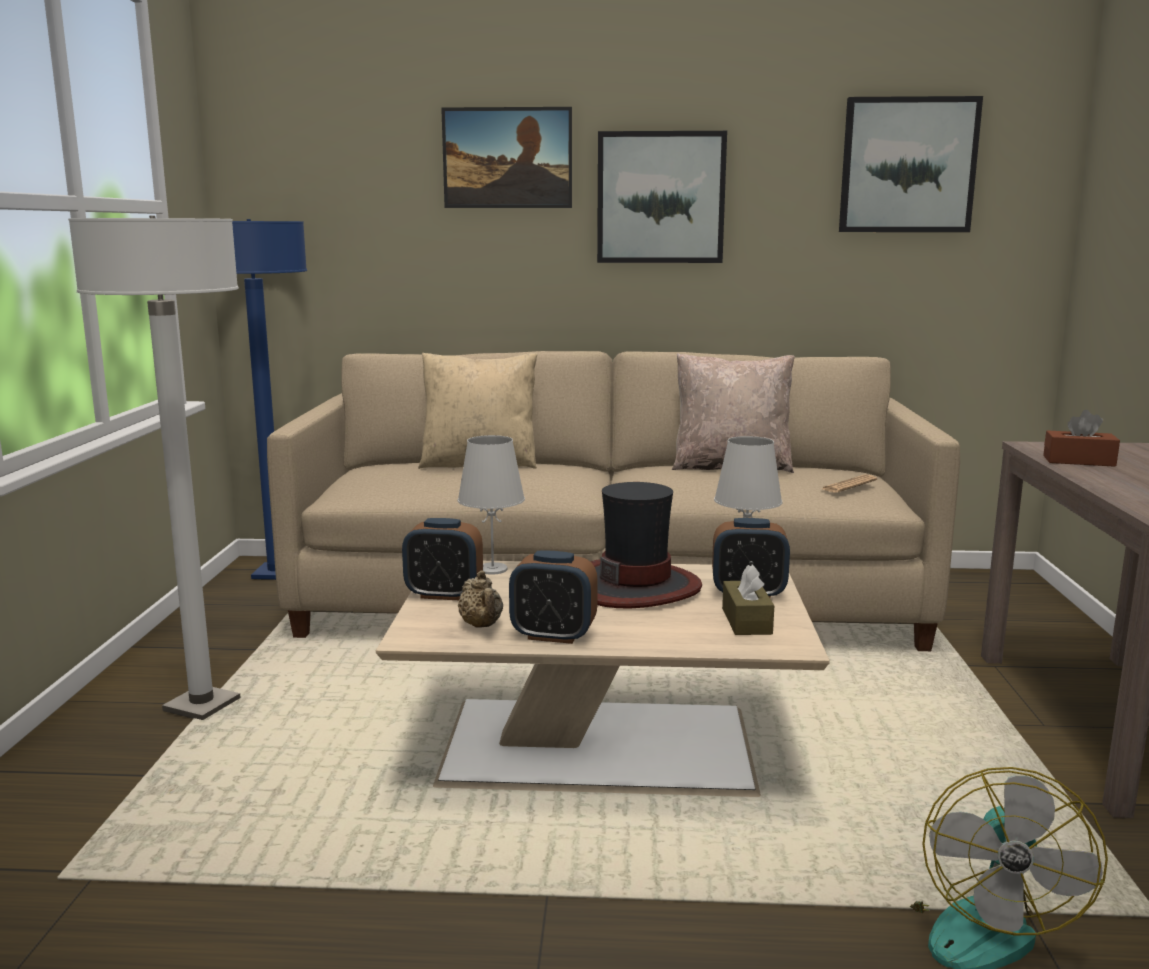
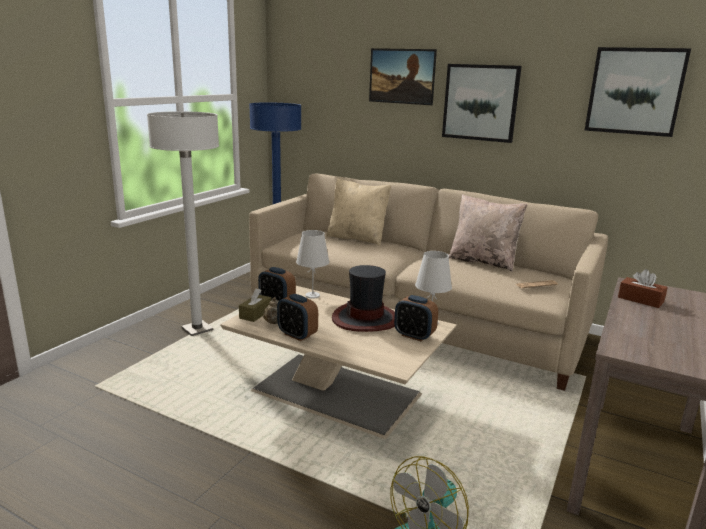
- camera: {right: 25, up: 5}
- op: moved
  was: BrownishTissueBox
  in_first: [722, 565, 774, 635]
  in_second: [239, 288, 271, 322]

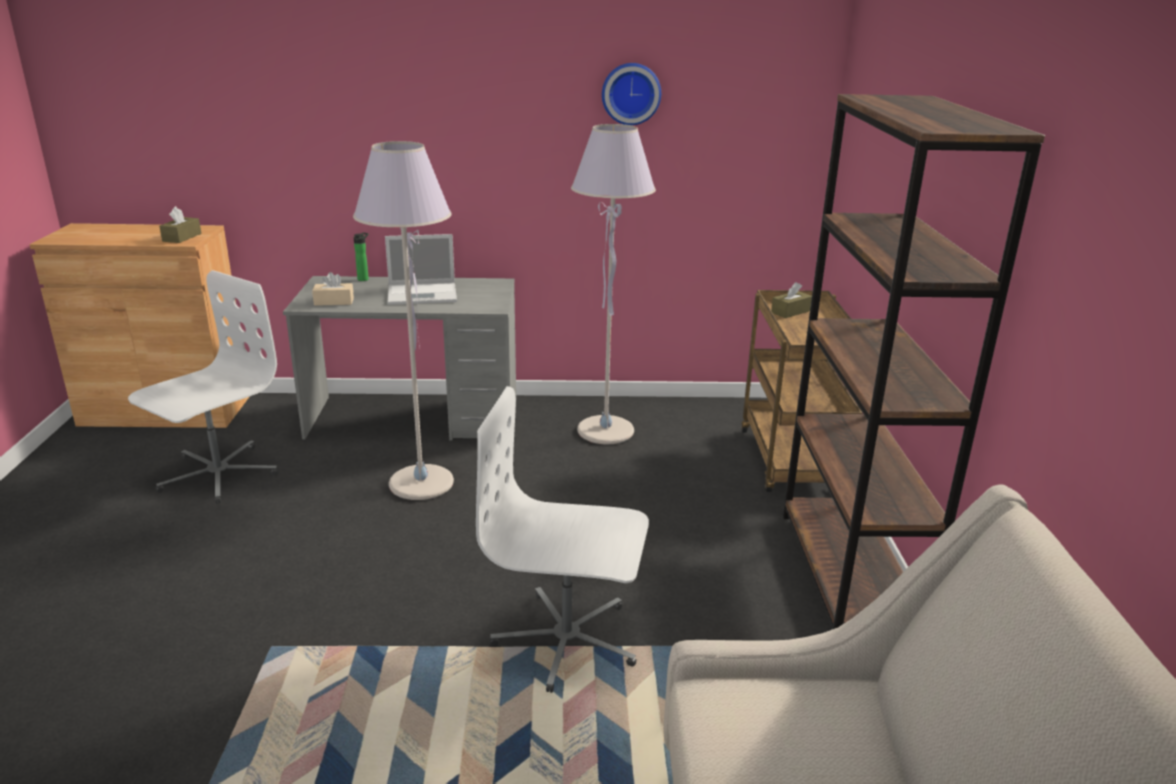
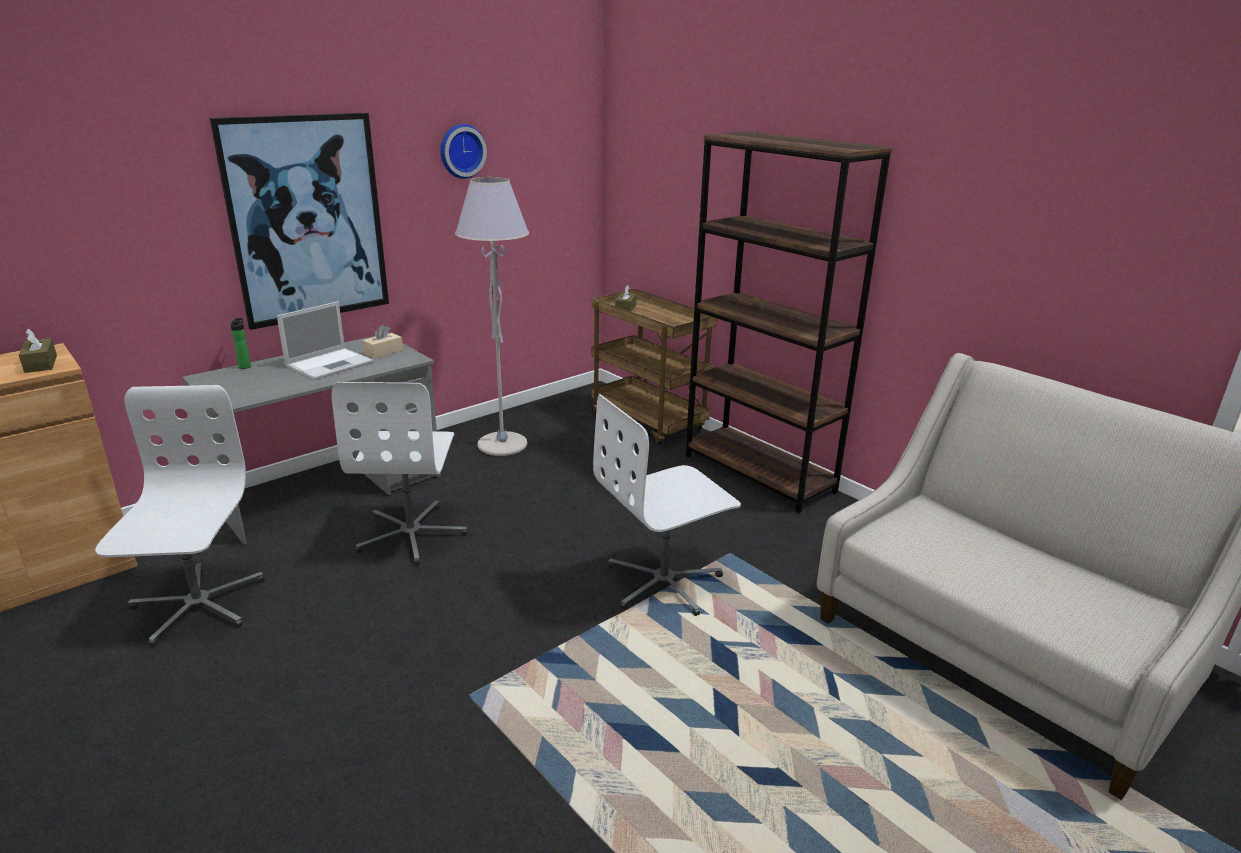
- camera: {right: -40, up: 0}
- op: replaced
  was: GrayFloorLamp
  now: WhiteDeskChair
  in_first: [353, 141, 454, 500]
  in_second: [331, 382, 468, 565]
- op: moved
  was: BeigeColouredTissueBox
  in_first: [312, 272, 354, 306]
  in_second: [362, 325, 403, 358]
- op: added
  now: WallPicture
  in_second: [210, 113, 389, 330]

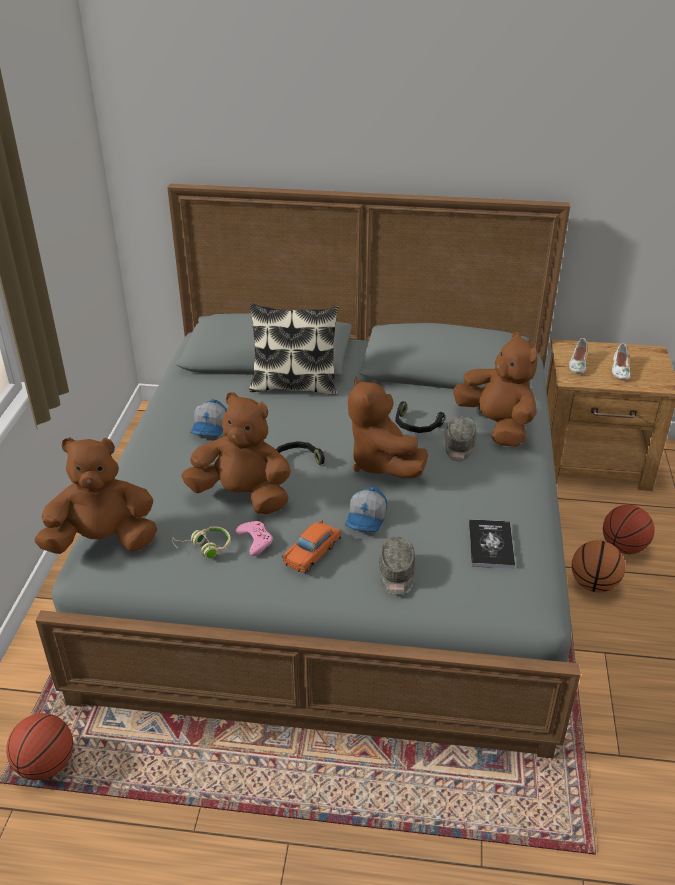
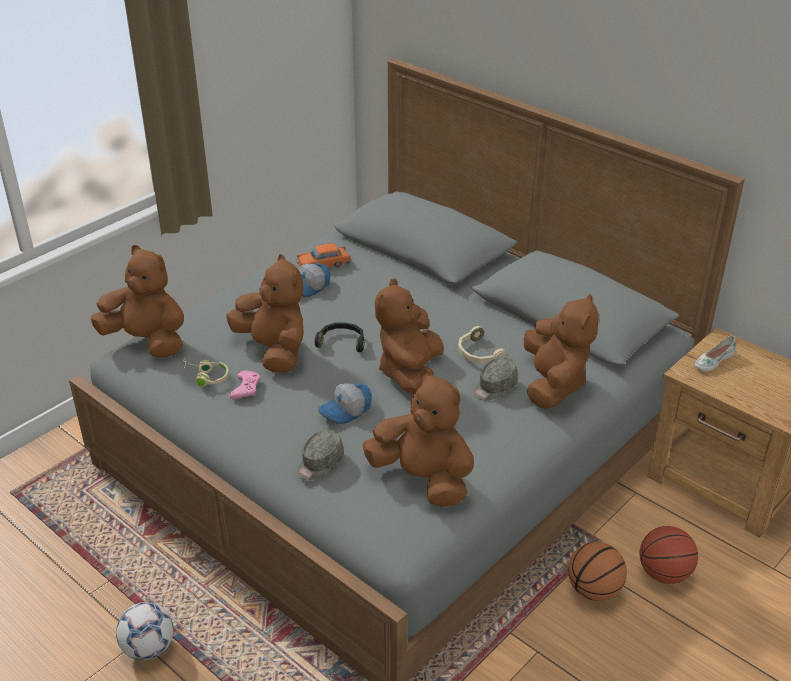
- camera: {right: 35, up: 0}
- op: removed
  was: ThrowPillow
  in_first: [249, 303, 339, 395]
- op: removed
  was: WhiteLowShoe
  in_first: [612, 344, 630, 380]
- op: recoloured
  was: BlackHeadphones
  now: BeigeColouredHeadphones
  in_first: [395, 401, 445, 433]
  in_second: [458, 326, 507, 363]
- op: replaced
  was: Volume
  now: BrownishPlushToy
  in_first: [469, 519, 515, 569]
  in_second: [362, 370, 474, 507]
- op: moved
  was: OrangeColouredMiniatureCar
  in_first: [282, 520, 341, 573]
  in_second: [297, 243, 350, 267]
- op: removed
  was: BasketballBall
  in_first: [6, 713, 73, 780]
- op: added
  now: BallForFootball
  in_second: [116, 602, 174, 660]

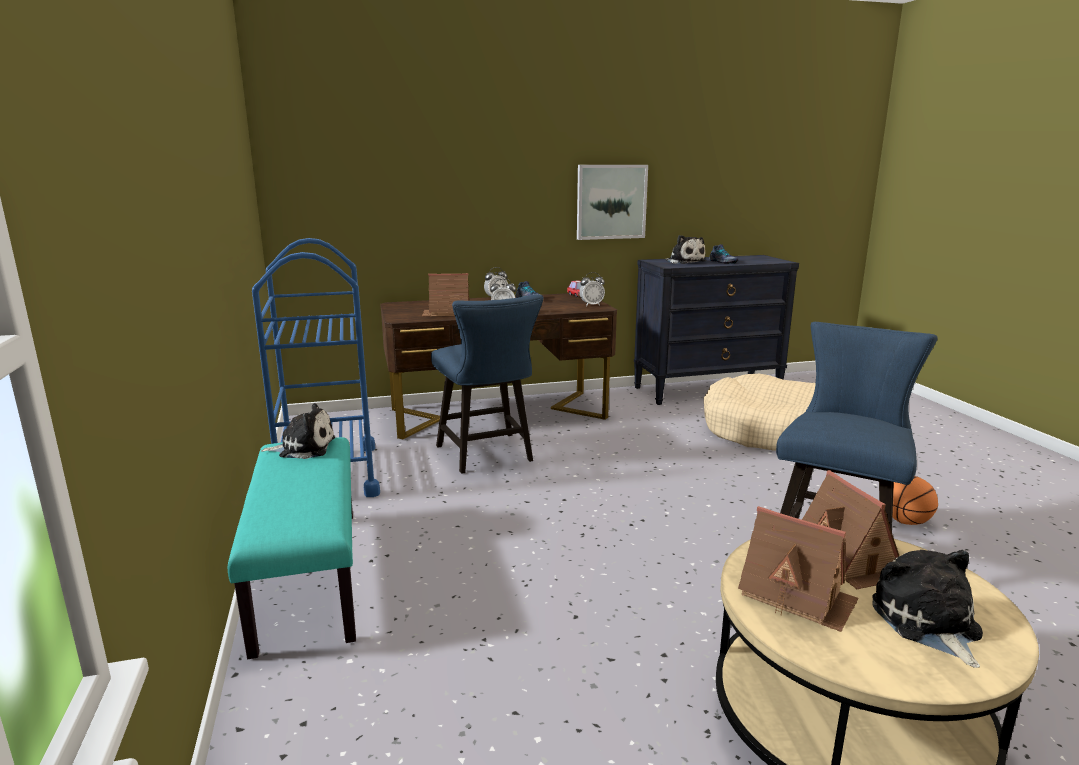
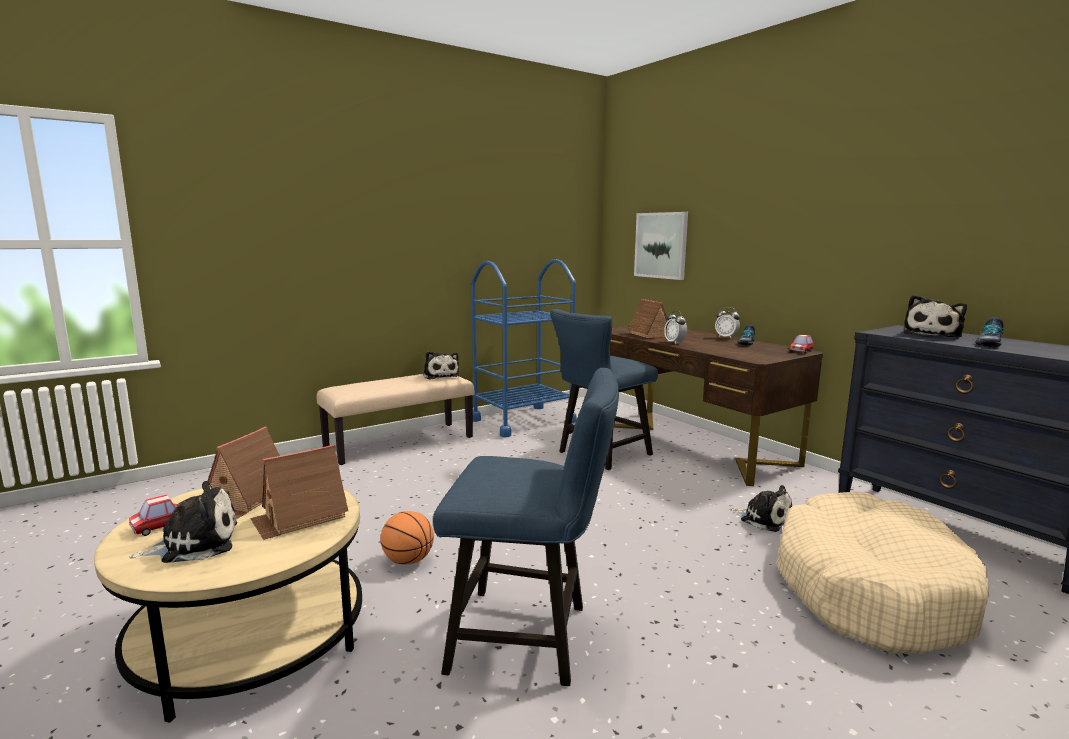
- camera: {right: 70, up: -5}
- op: moved
  was: WallPicture
  in_first: [577, 165, 648, 240]
  in_second: [634, 212, 688, 280]
- op: removed
  was: TableClock
  in_first: [579, 272, 605, 306]
- op: recoloured
  was: BlueGreenBench
  now: BeigeColouredBench
  in_first: [228, 437, 356, 659]
  in_second: [317, 374, 474, 465]
- op: moved
  was: BasketballBall
  in_first: [893, 476, 938, 525]
  in_second: [381, 511, 434, 565]
- op: added
  now: PlushToy
  in_second: [730, 485, 792, 532]
- op: added
  now: MiniatureCar
  in_second: [129, 494, 178, 536]

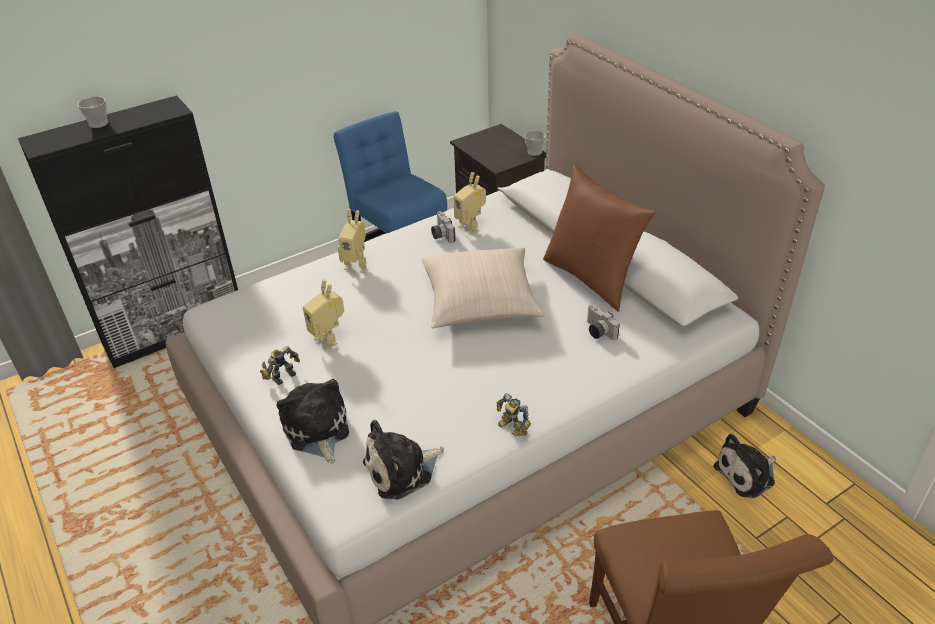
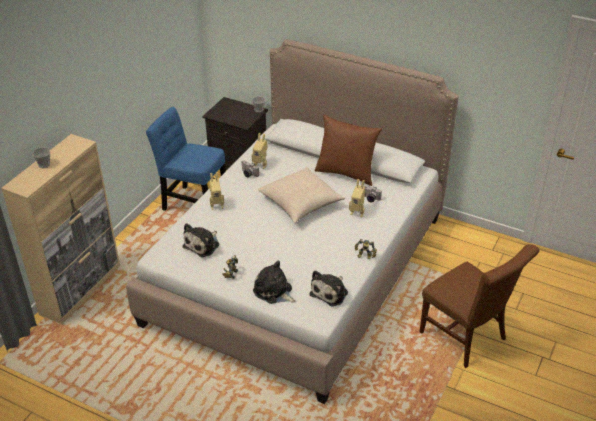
- camera: {right: -30, up: 0}
- op: recoloured
  was: BlackCupboard
  now: BeigeColouredCupboard
  in_first: [18, 95, 238, 368]
  in_second: [1, 134, 120, 324]
- op: moved
  was: ModelRobot
  in_first: [303, 279, 344, 350]
  in_second: [349, 179, 365, 217]
- op: moved
  was: PlushToy
  in_first: [713, 434, 776, 498]
  in_second: [183, 223, 219, 257]

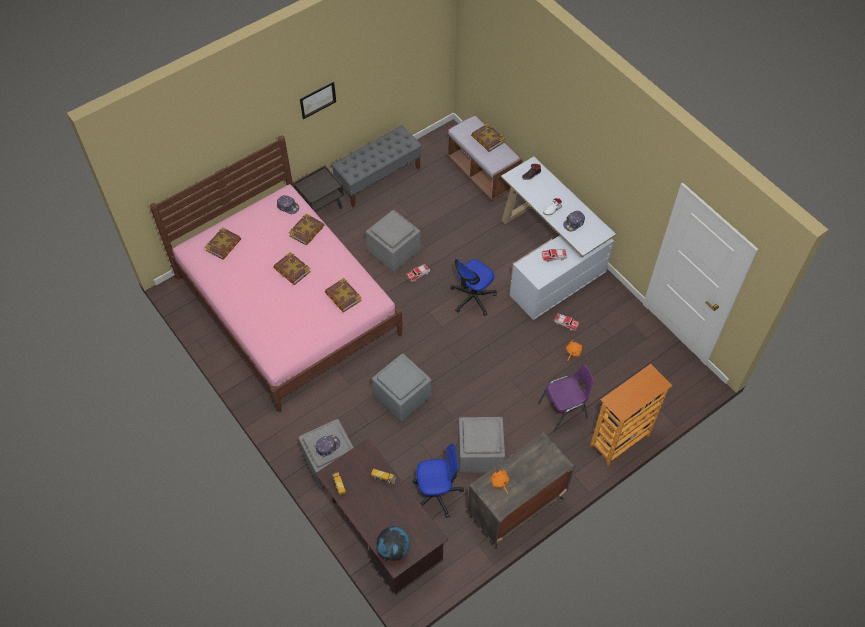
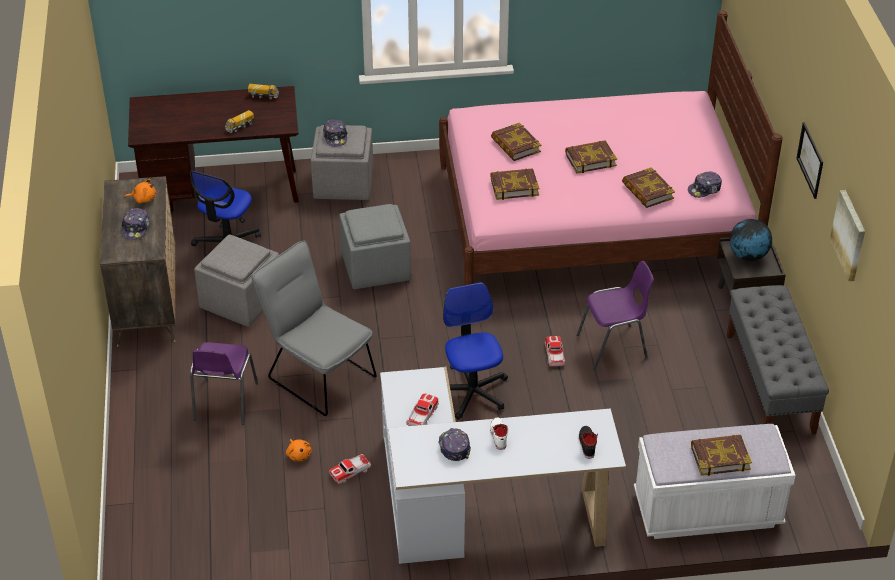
- camera: {right: 120, up: -15}
- op: recoloured
  was: BrownishBench
  now: WhiteBench
  in_first: [447, 114, 523, 201]
  in_second: [634, 424, 796, 539]
- op: replaced
  was: GrayOttoman
  now: PurpleColouredChair
  in_first: [366, 210, 421, 272]
  in_second: [576, 261, 654, 370]
- op: moved
  was: Volume
  in_first: [205, 227, 241, 259]
  in_second: [491, 122, 541, 161]
- op: removed
  was: ShelvingUnit
  in_first: [590, 364, 673, 466]
- op: moved
  was: DeskGlobe
  in_first: [377, 526, 410, 561]
  in_second: [730, 219, 772, 261]
- op: added
  now: WallPicture
  in_second: [830, 190, 865, 281]
- op: added
  now: PeakedCap
  in_second: [121, 208, 150, 240]
- op: added
  now: GrayChair
  in_second: [251, 241, 377, 416]

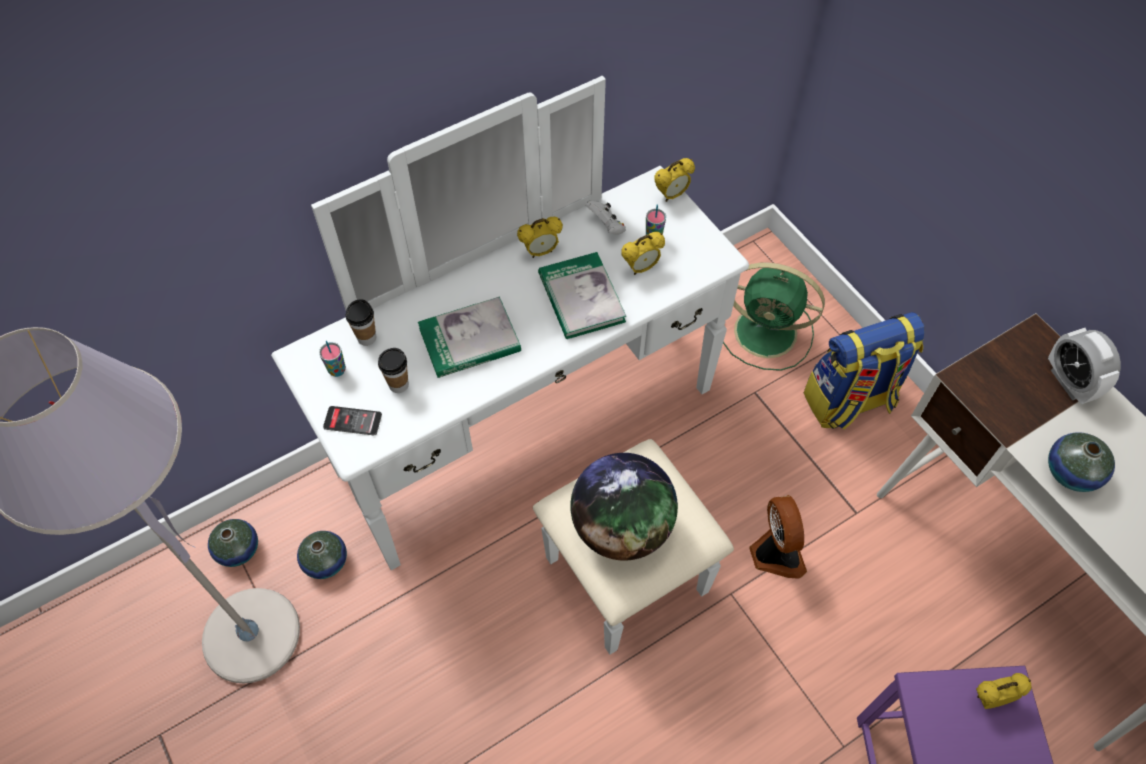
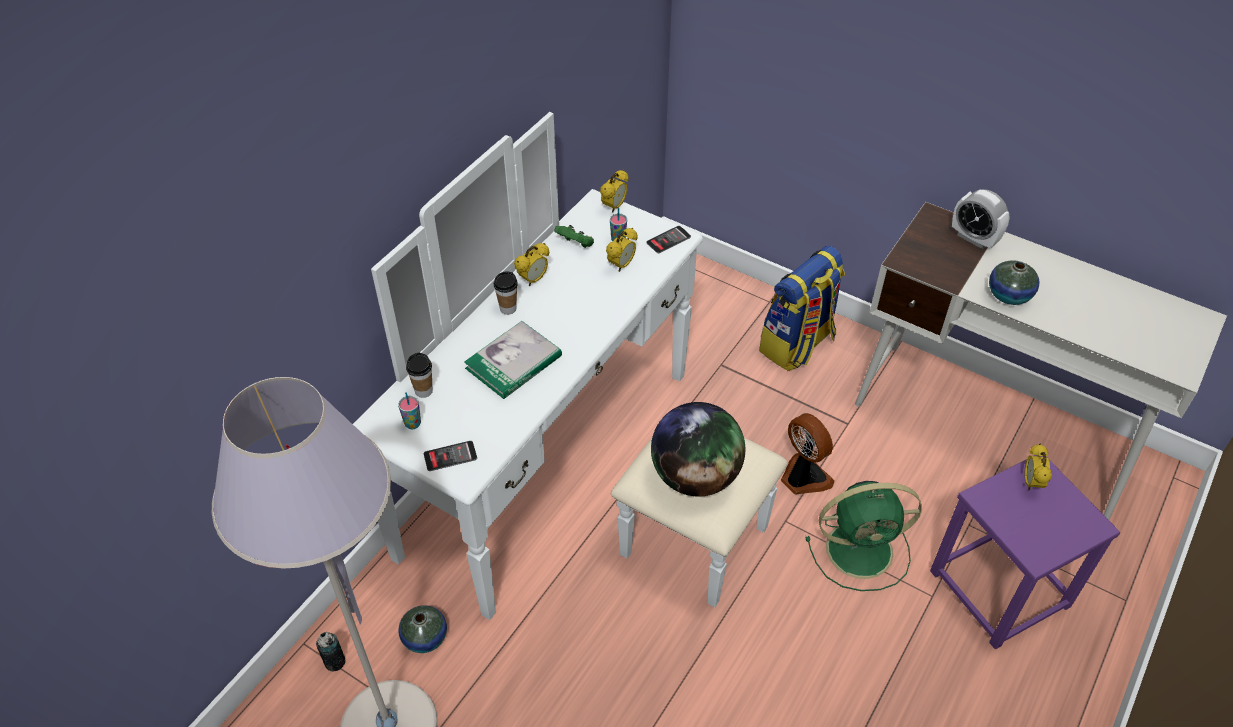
- camera: {right: -25, up: -10}
- op: recoloured
  was: WhiteGameController
  now: GreenColouredGameController
  in_first: [586, 200, 626, 235]
  in_second: [554, 225, 594, 248]
- op: removed
  was: Volume
  in_first: [538, 252, 626, 339]
- op: moved
  was: GreenColouredCoolingFan
  in_first: [723, 263, 825, 371]
  in_second: [806, 481, 922, 591]
- op: moved
  was: SmallCup
  in_first: [378, 348, 409, 393]
  in_second: [494, 271, 518, 315]
- op: replaced
  was: Vase
  now: Can
  in_first: [208, 519, 258, 567]
  in_second: [316, 632, 346, 672]
- op: turned
  was: TableClock
  in_first: [976, 673, 1032, 709]
  in_second: [1024, 444, 1052, 490]
  clockwise: -45
- op: added
  now: Phone
  in_second: [646, 226, 691, 253]

